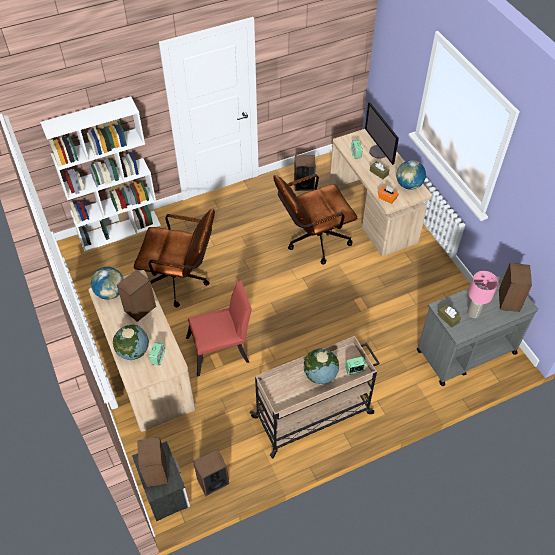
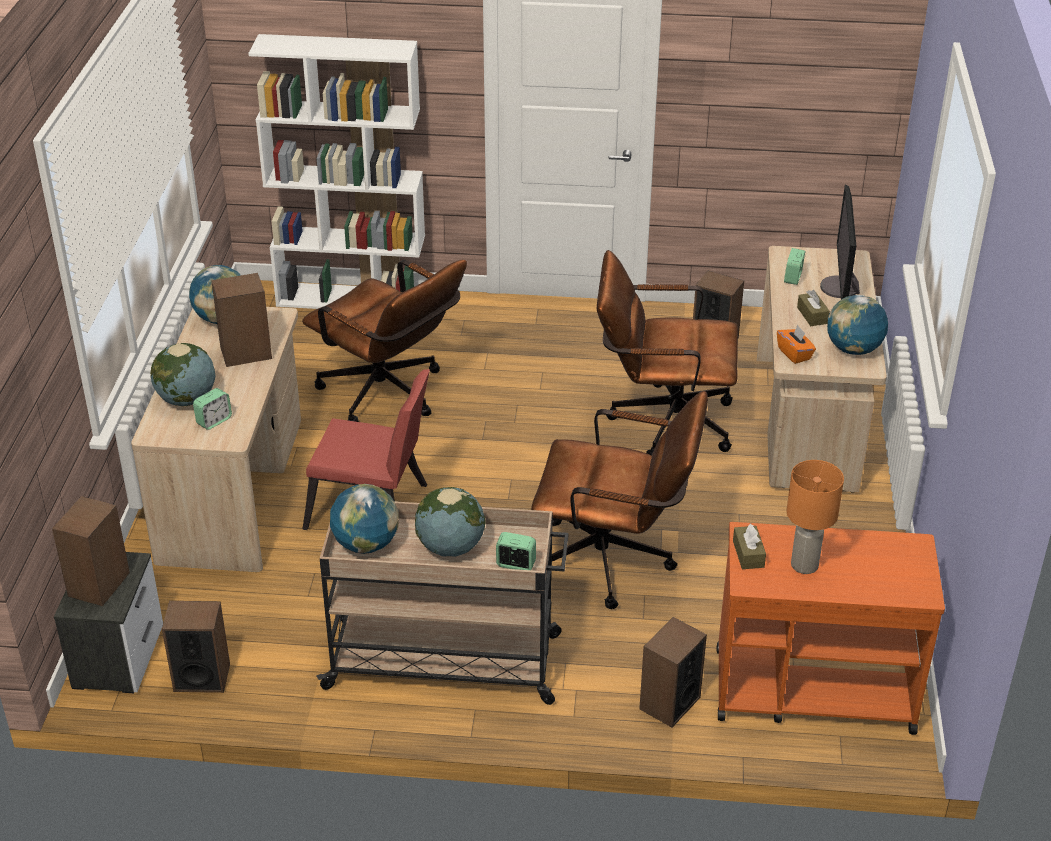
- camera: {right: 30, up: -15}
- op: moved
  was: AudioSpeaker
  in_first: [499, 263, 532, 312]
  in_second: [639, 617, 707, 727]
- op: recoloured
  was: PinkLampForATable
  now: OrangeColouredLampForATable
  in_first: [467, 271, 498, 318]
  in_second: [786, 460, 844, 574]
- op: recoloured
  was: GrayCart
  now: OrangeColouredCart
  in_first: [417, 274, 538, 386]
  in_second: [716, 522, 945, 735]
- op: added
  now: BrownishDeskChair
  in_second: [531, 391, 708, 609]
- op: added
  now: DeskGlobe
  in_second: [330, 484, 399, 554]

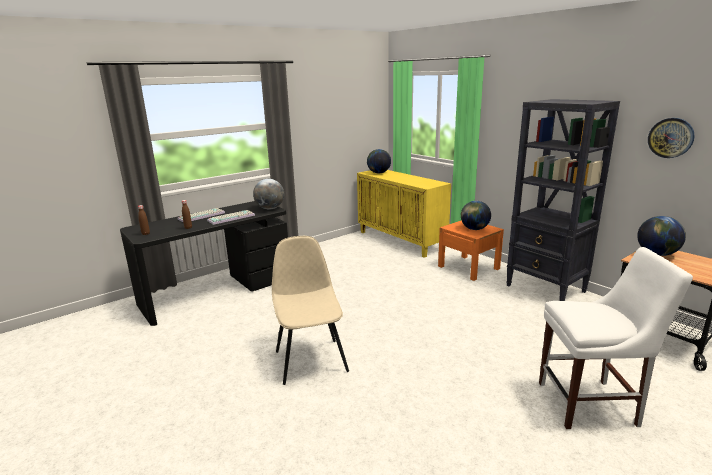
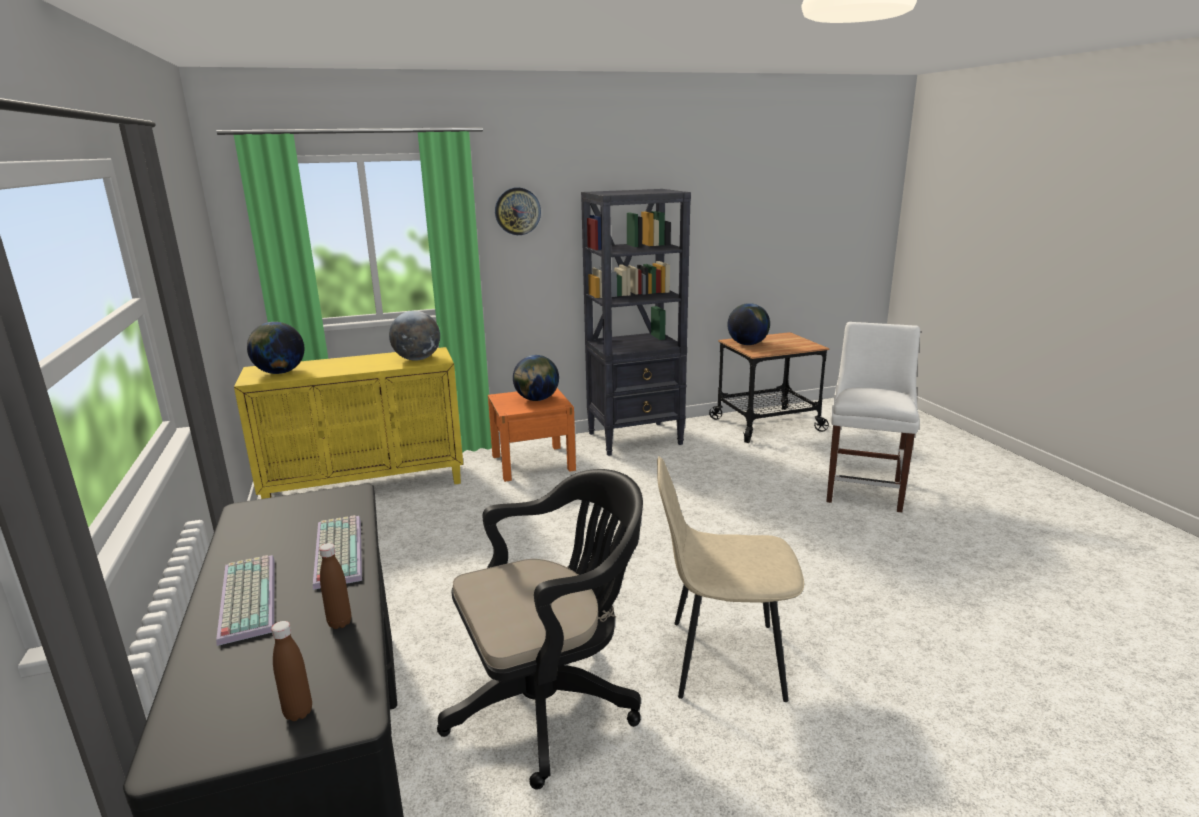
- camera: {right: -70, up: 0}
- op: moved
  was: WallClock
  in_first: [648, 118, 695, 158]
  in_second: [495, 187, 541, 235]
- op: moved
  was: DeskGlobe
  in_first: [253, 179, 284, 210]
  in_second: [389, 311, 440, 361]
- op: added
  now: BlackDeskChair
  in_second: [437, 469, 643, 790]

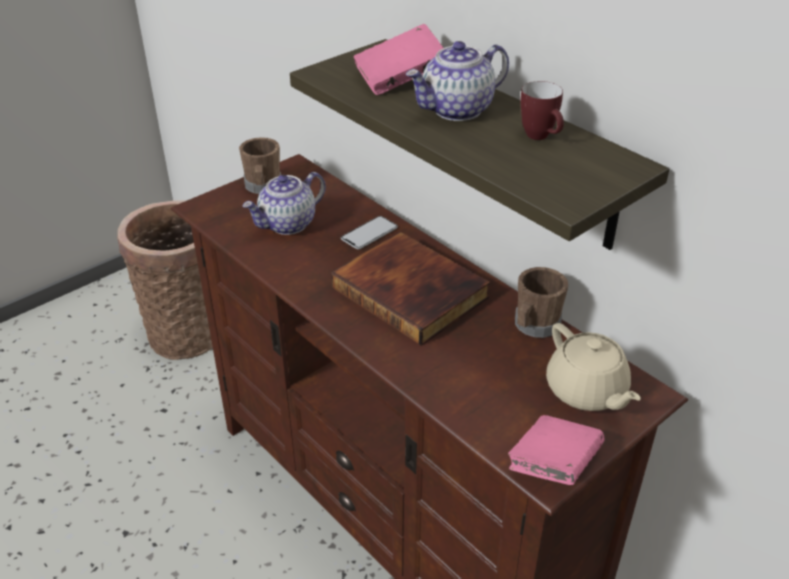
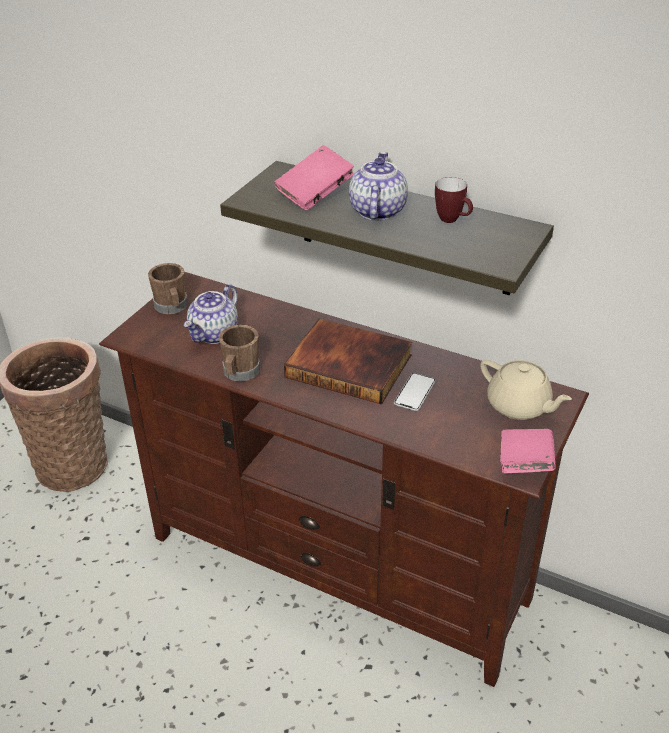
- camera: {right: -20, up: 0}
- op: turned
  was: PotForTea
  in_first: [406, 41, 509, 121]
  in_second: [349, 152, 408, 221]
  clockwise: 150
- op: moved
  was: Phone
  in_first: [341, 216, 398, 249]
  in_second: [394, 373, 436, 411]
- op: moved
  was: BrownishMug
  in_first: [515, 267, 568, 338]
  in_second: [219, 325, 260, 381]

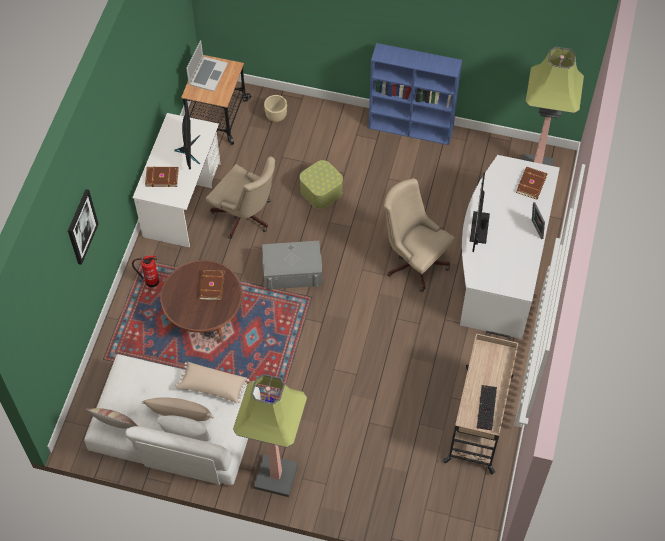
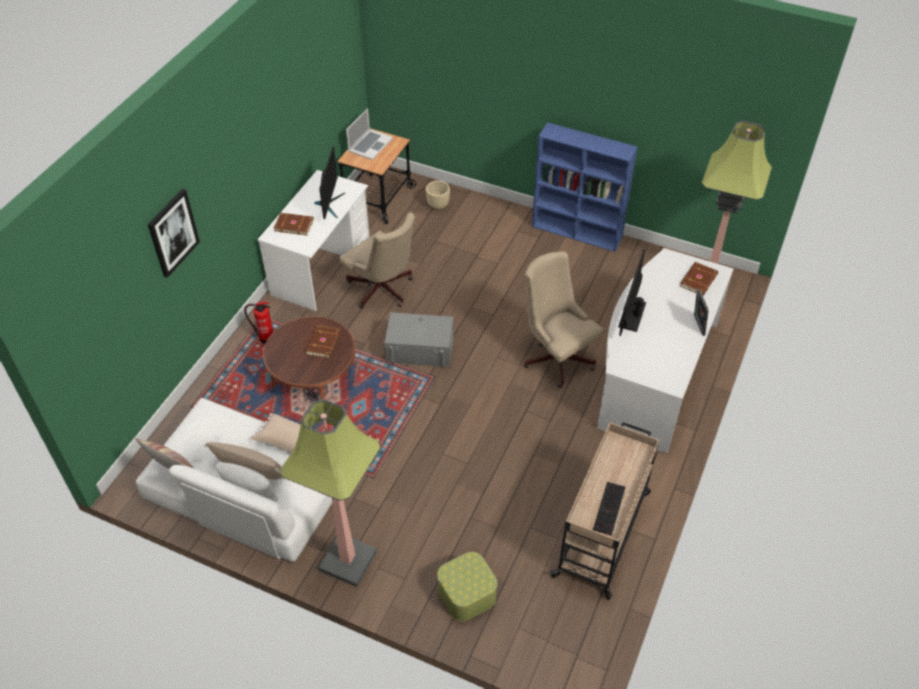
- camera: {right: 10, up: -10}
- op: moved
  was: StorageBin
  in_first: [300, 160, 343, 209]
  in_second: [437, 552, 497, 621]

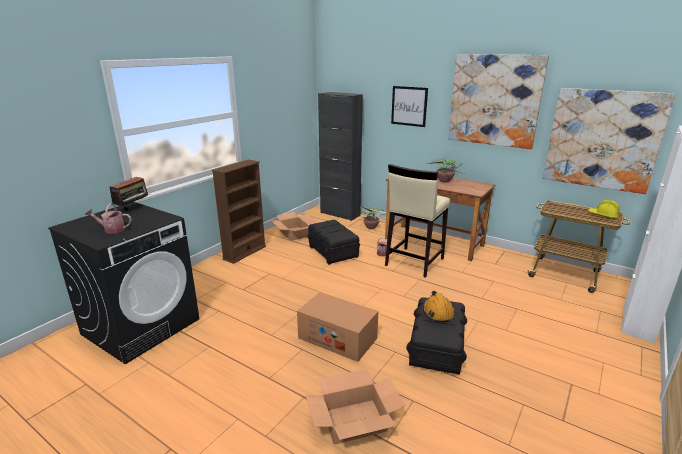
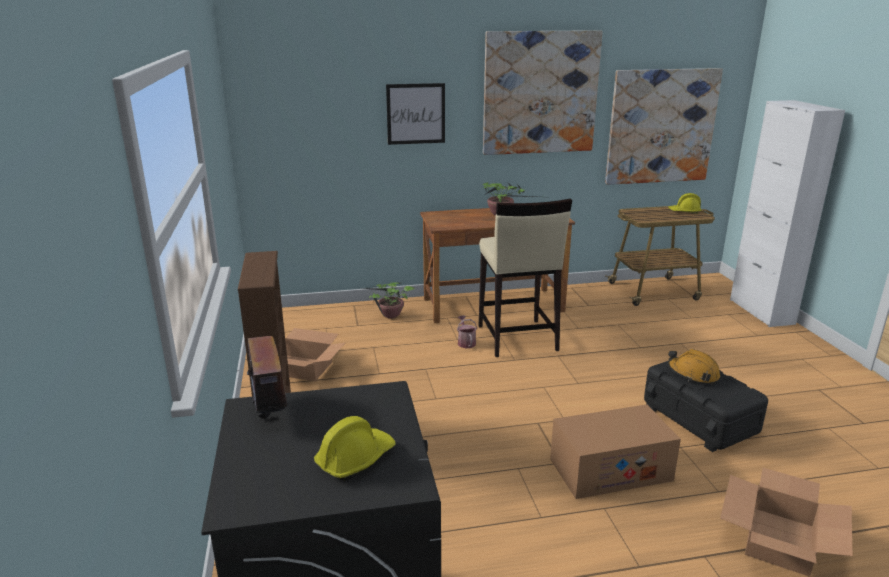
- camera: {right: -45, up: 0}
- op: removed
  was: BlackCupboard
  in_first: [318, 92, 363, 221]
- op: replaced
  was: SprinklingCan
  now: YellowishSafetyHelmet
  in_first: [85, 203, 132, 234]
  in_second: [314, 416, 396, 481]
- op: removed
  was: BlackStorageBin
  in_first: [307, 220, 360, 265]

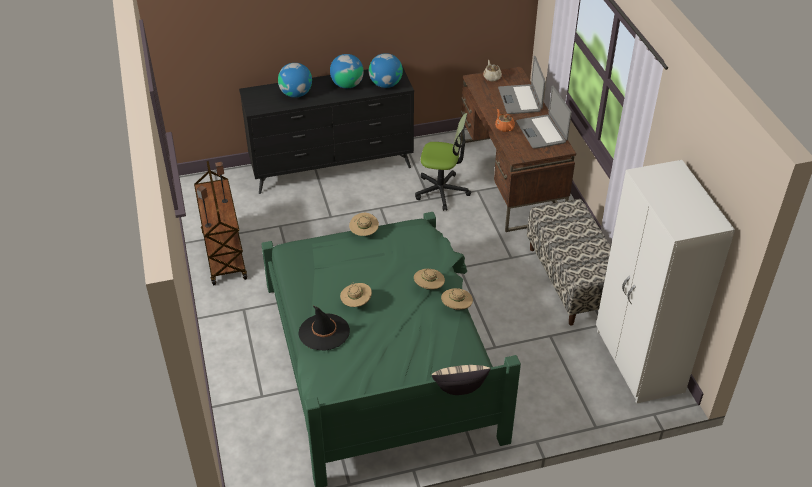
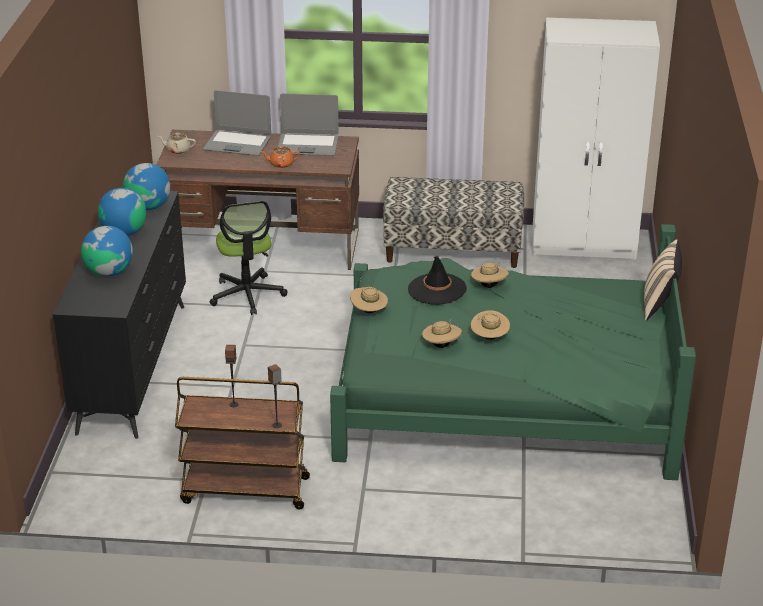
- camera: {right: -70, up: -10}
- op: turned
  was: DeskChair
  in_first: [415, 113, 471, 211]
  in_second: [210, 201, 288, 315]
  clockwise: 135
- op: moved
  was: BeigeColouredWearableHat
  in_first: [441, 288, 473, 310]
  in_second: [422, 319, 462, 348]
- op: moved
  was: BlackWearableHat
  in_first: [298, 306, 350, 350]
  in_second: [408, 256, 467, 305]

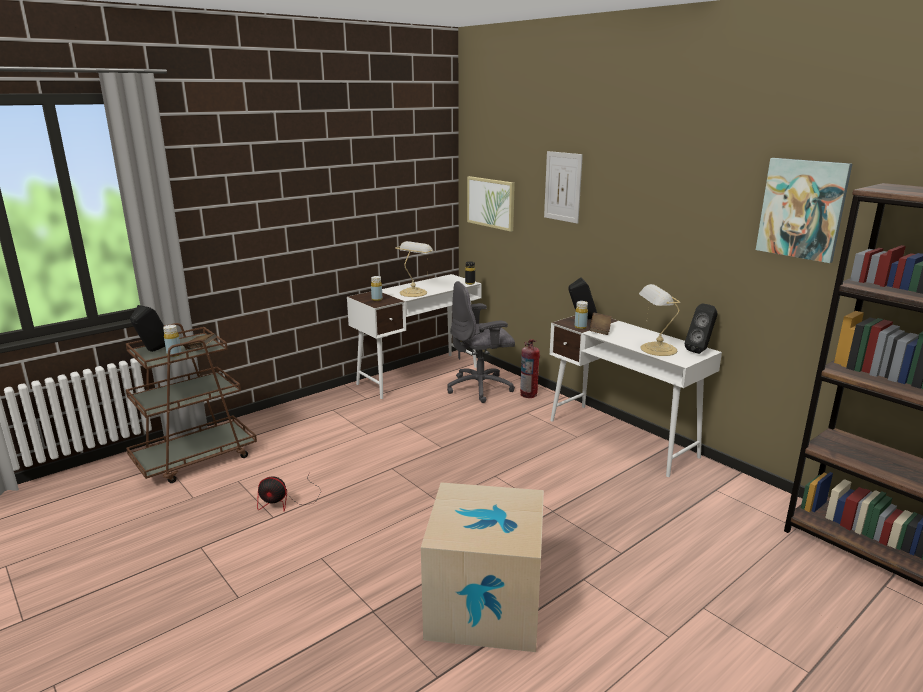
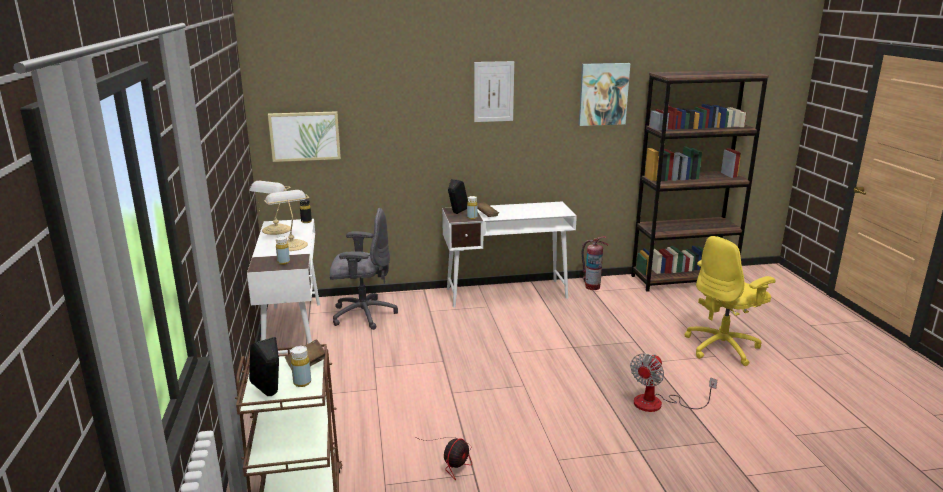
- camera: {right: -60, up: 0}
- op: moved
  was: WallPicture
  in_first: [544, 151, 583, 224]
  in_second: [474, 61, 514, 122]
- op: turned
  was: GrayDeskChair
  in_first: [447, 281, 515, 403]
  in_second: [330, 208, 398, 330]
  clockwise: -105
- op: moved
  was: LampForATable
  in_first: [639, 284, 680, 356]
  in_second: [249, 181, 291, 235]
- op: removed
  was: BlackAudioSpeaker
  in_first: [684, 304, 718, 354]
- op: moved
  was: FireFightingCylinder
  in_first: [520, 339, 540, 398]
  in_second: [581, 236, 609, 290]
- op: replaced
  was: CardboardBox
  now: CoolingFan
  in_first: [421, 482, 544, 652]
  in_second: [630, 354, 717, 412]
- op: added
  now: YellowishDeskChair
  in_second: [684, 236, 776, 366]

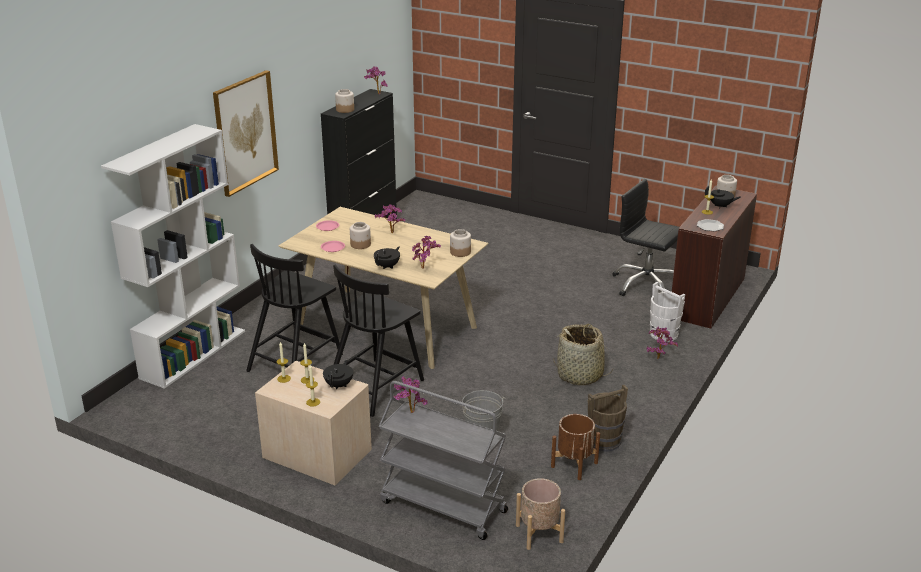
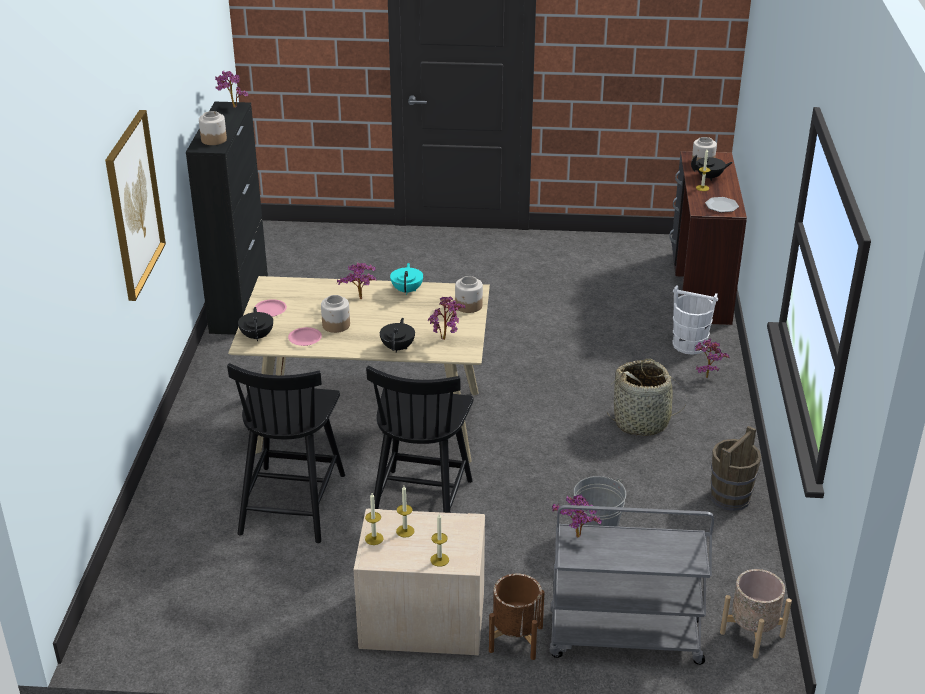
- camera: {right: -25, up: 5}
- op: removed
  was: WhiteShelvingUnit
  in_first: [101, 124, 245, 389]
- op: removed
  was: BlackDeskChair
  in_first: [612, 179, 679, 296]
- op: moved
  was: BlackPotForTea
  in_first: [323, 360, 353, 389]
  in_second: [238, 307, 273, 341]
- op: moved
  was: BrownishPlantPot
  in_first: [551, 414, 600, 480]
  in_second: [489, 574, 545, 660]
- op: added
  now: BlueGreenPotForTea
  in_second: [390, 263, 423, 295]

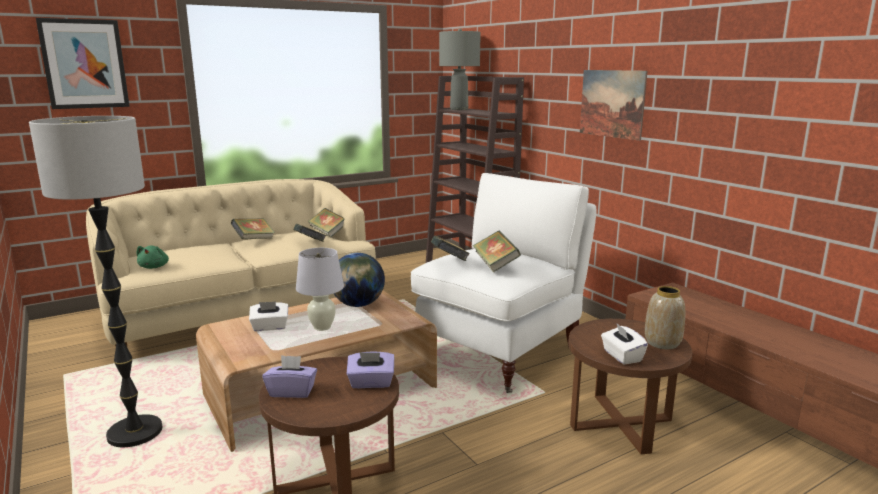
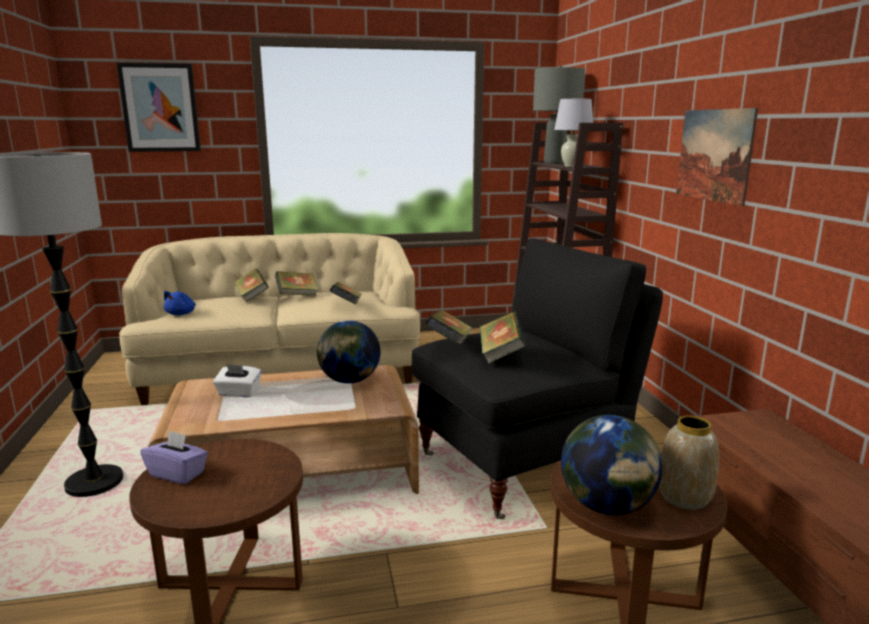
- camera: {right: 20, up: 0}
- op: recoloured
  was: WhiteArmchair
  now: BlackArmchair
  in_first: [411, 173, 597, 393]
  in_second: [412, 238, 663, 519]
- op: moved
  was: Volume
  in_first: [308, 208, 344, 238]
  in_second: [234, 269, 269, 302]
- op: recoloured
  was: GreenColouredPlushToy
  now: BluishPlushToy
  in_first: [137, 246, 169, 269]
  in_second: [164, 291, 196, 315]
- op: moved
  was: WhiteLampForATable
  in_first: [296, 248, 344, 331]
  in_second: [554, 99, 593, 167]
- op: replaced
  was: WhiteTissueBox
  now: DeskGlobe
  in_first: [601, 324, 648, 365]
  in_second: [561, 415, 663, 515]
- op: removed
  was: PurpleColouredTissueBox
  in_first: [347, 351, 394, 388]

